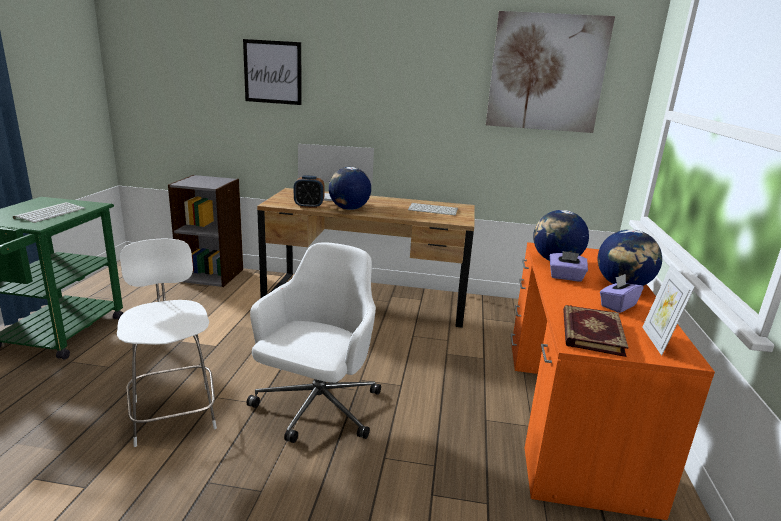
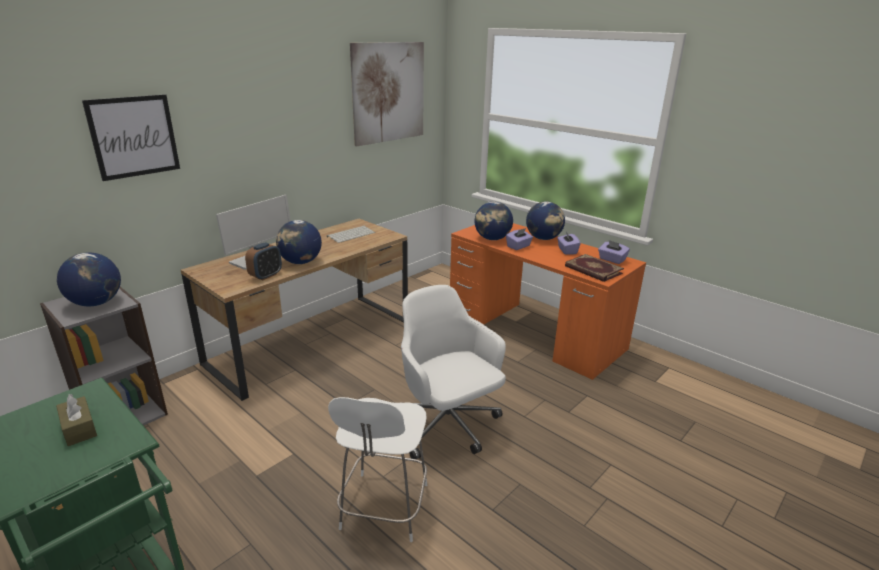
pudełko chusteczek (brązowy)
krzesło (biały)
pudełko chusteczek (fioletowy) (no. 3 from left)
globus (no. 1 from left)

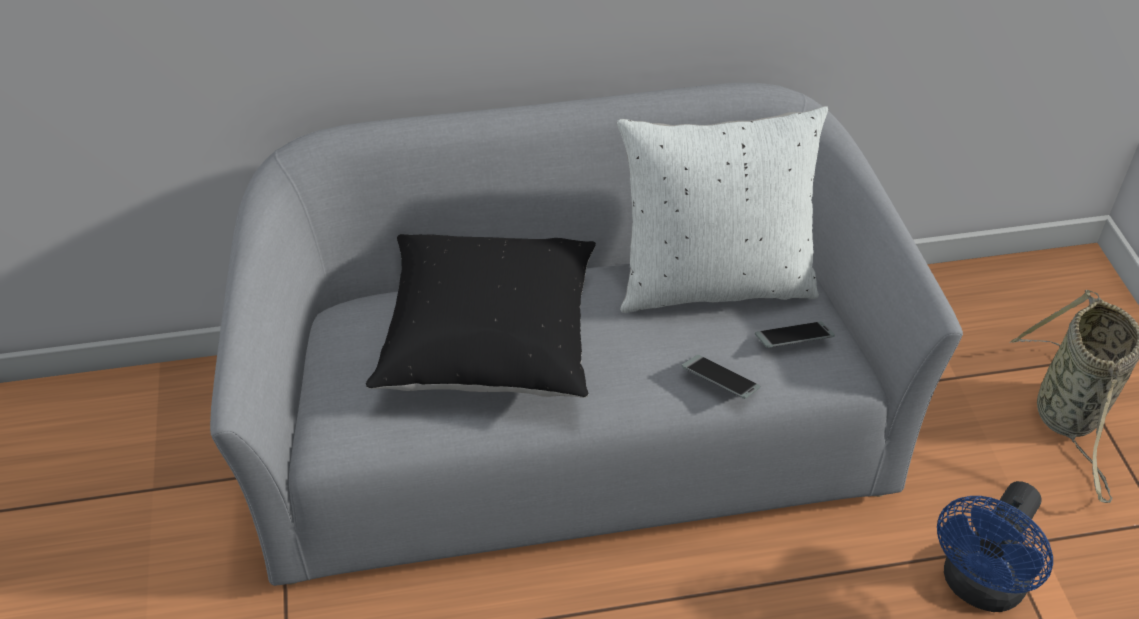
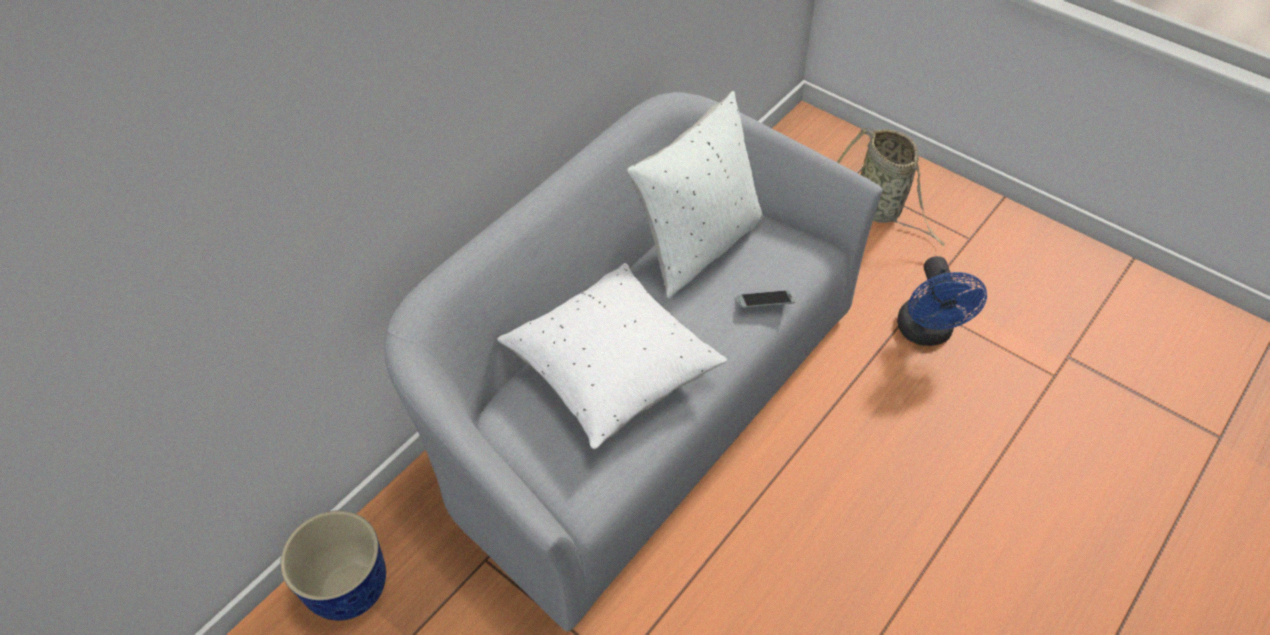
poduszka (biały) (no. 1 from left)
telefon (no. 2 from left in the first image)
donica

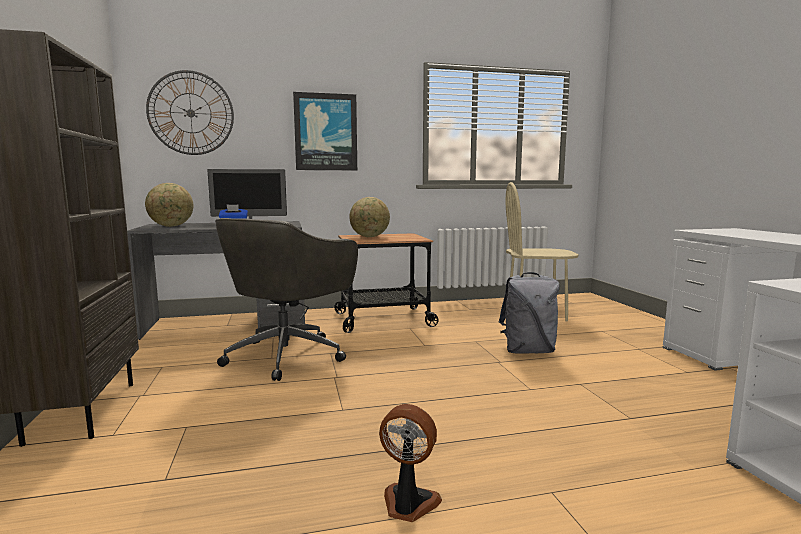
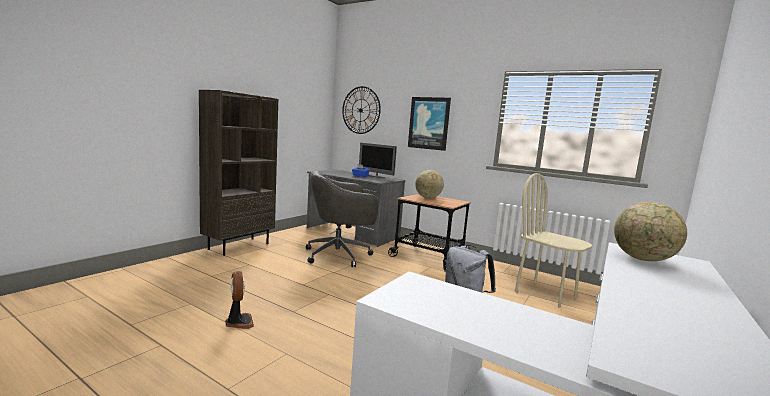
globus (no. 2 from left)

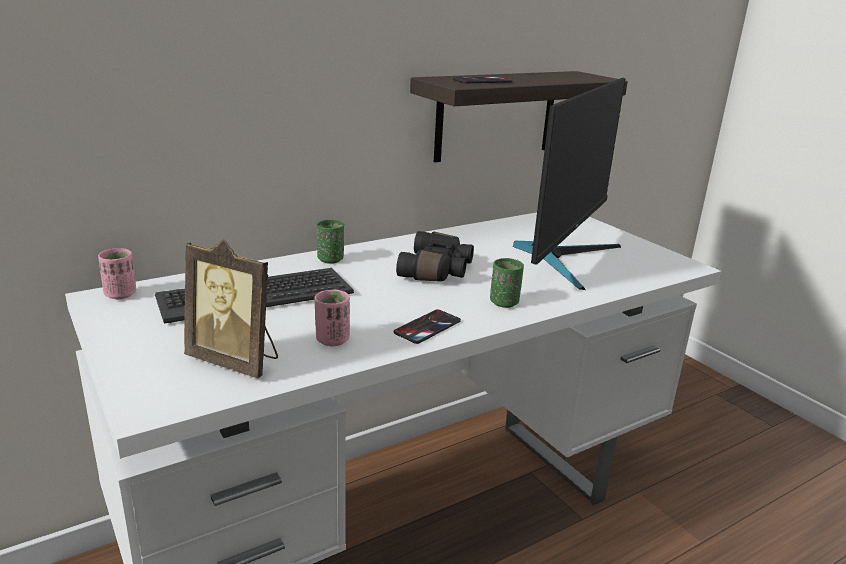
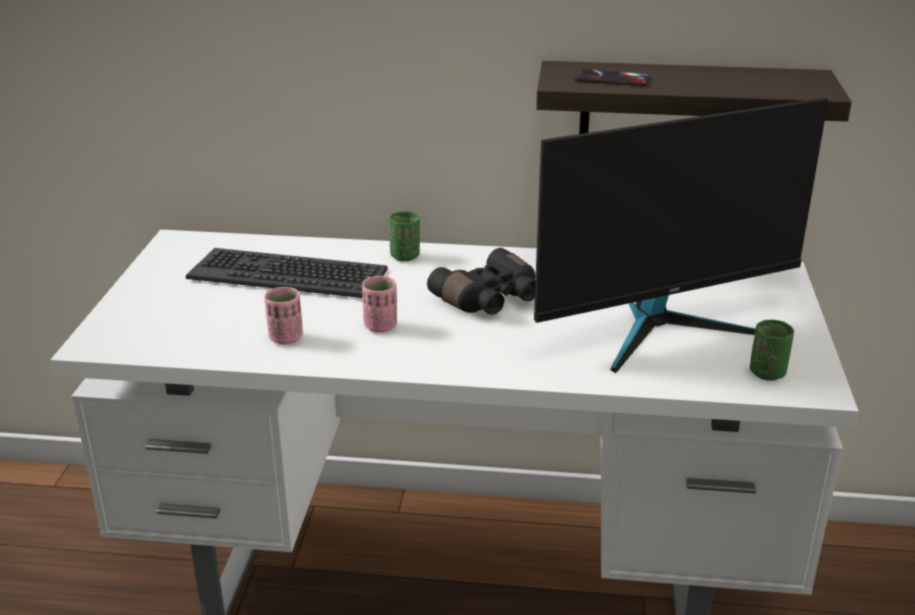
filiżanka (różowy) (no. 2 from left)
ramka na zdjęcie
telefon (no. 1 from left in the first image)
filiżanka (zielony) (no. 2 from left)

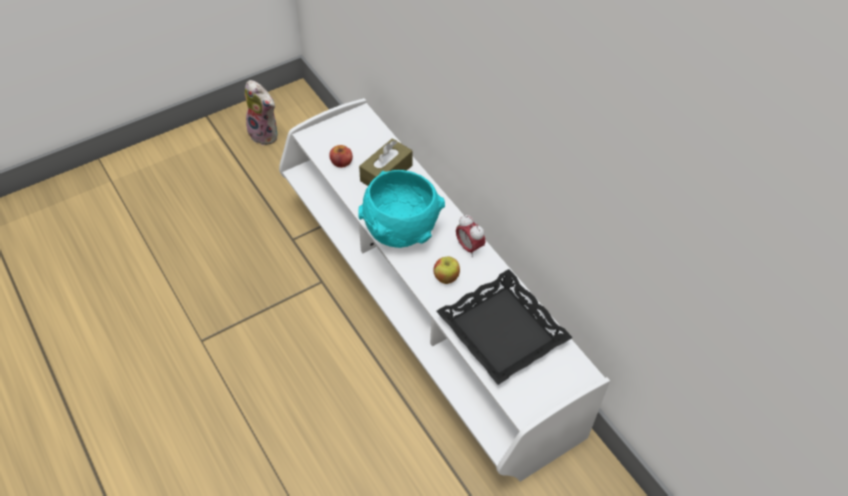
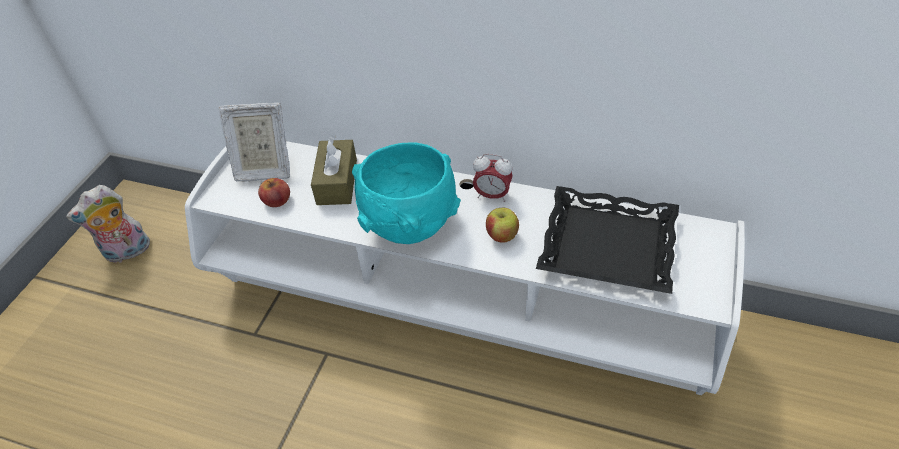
pluszak
ramka na zdjęcie

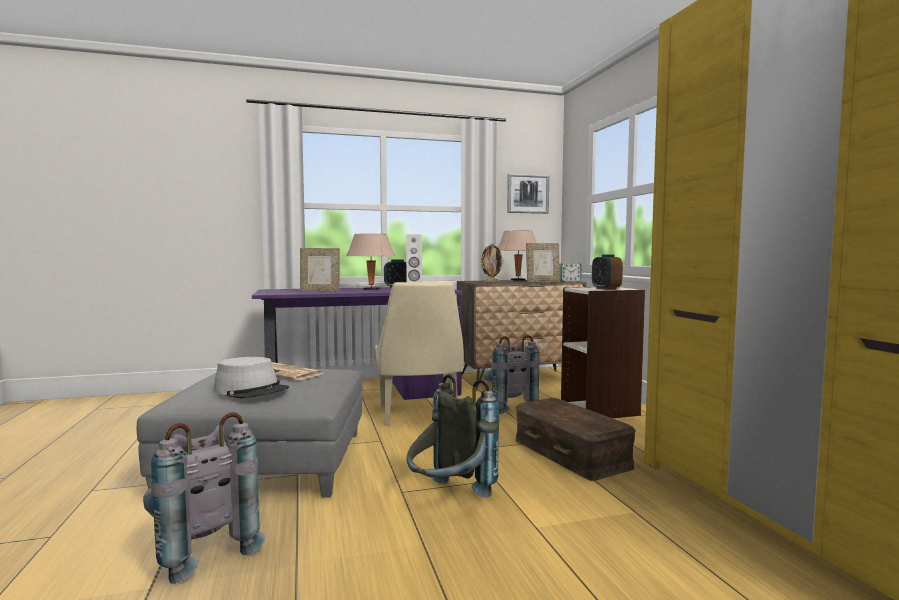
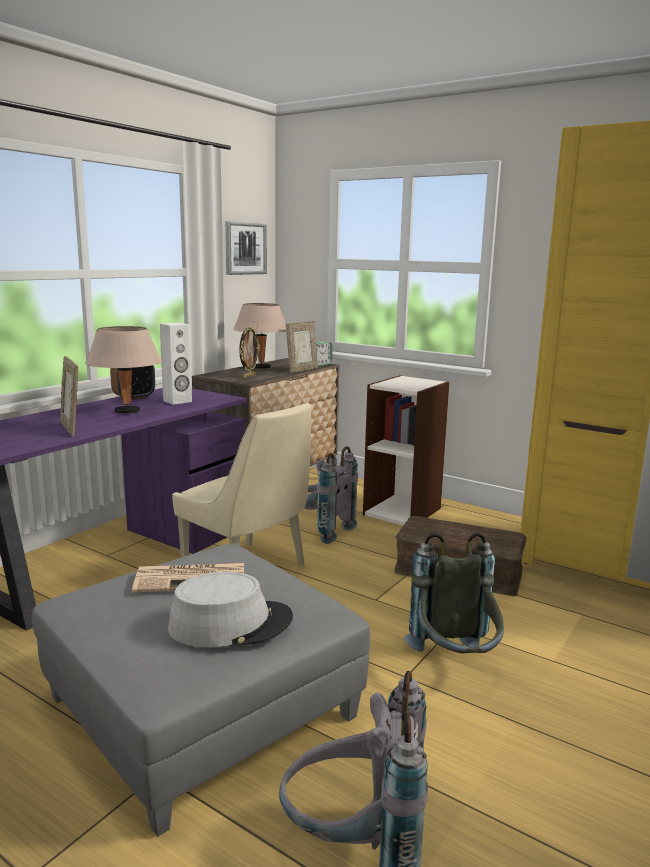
ramka na zdjęcie (no. 1 from left)
budzik (no. 3 from left in the first image)

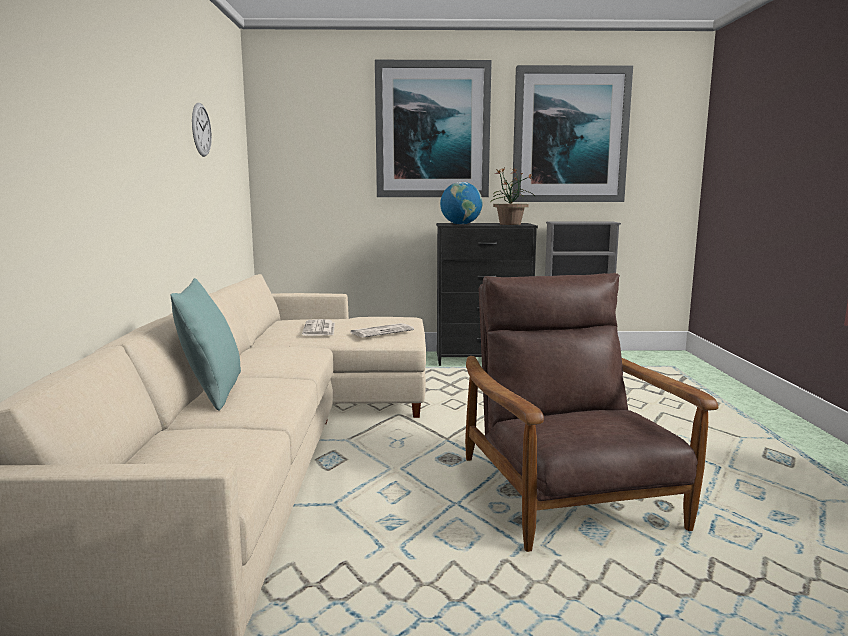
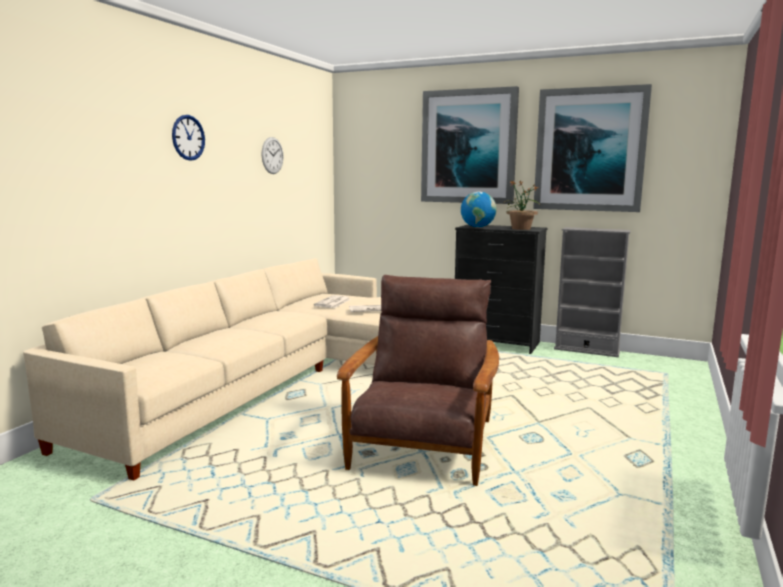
poduszka (turkusowy)
zegar ścienny (no. 1 from left)

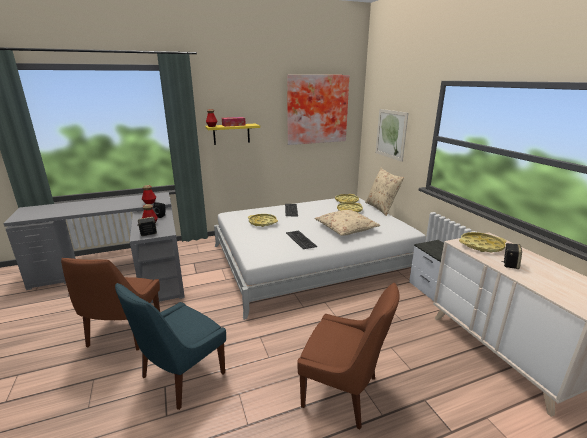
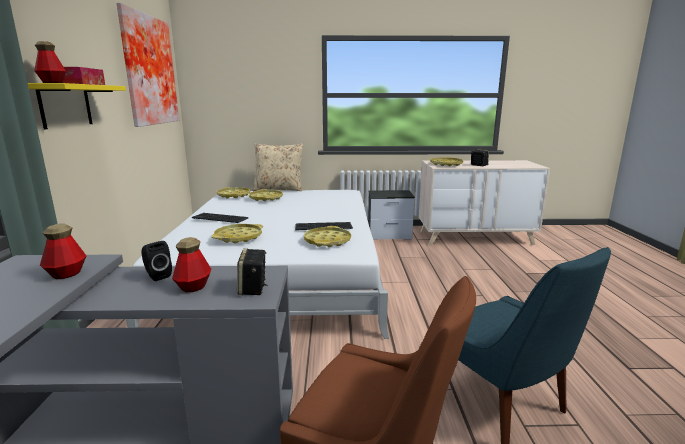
krzesło (brązowy) (no. 2 from left in the first image)
poduszka (beżowy) (no. 1 from left in the first image)
obraz (no. 2 from left in the first image)
taca (żółty) (no. 4 from left)

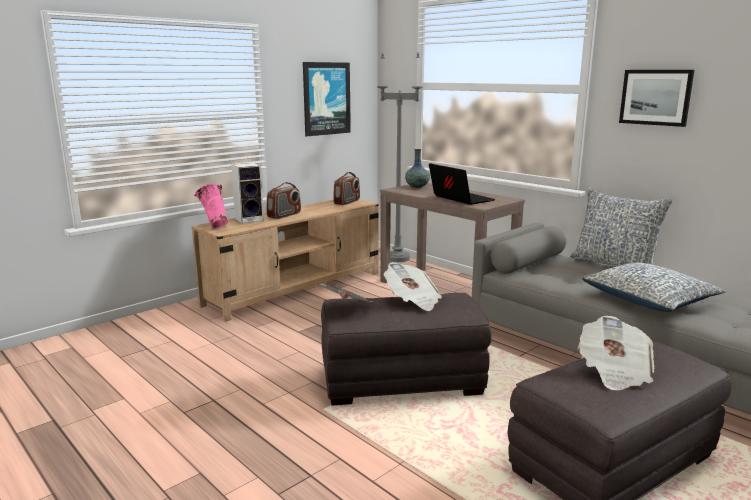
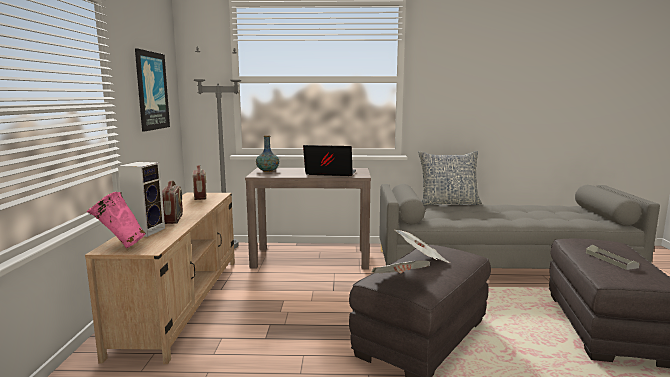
taca (szary)
poduszka (no. 2 from left in the first image)
obraz (no. 2 from left in the first image)

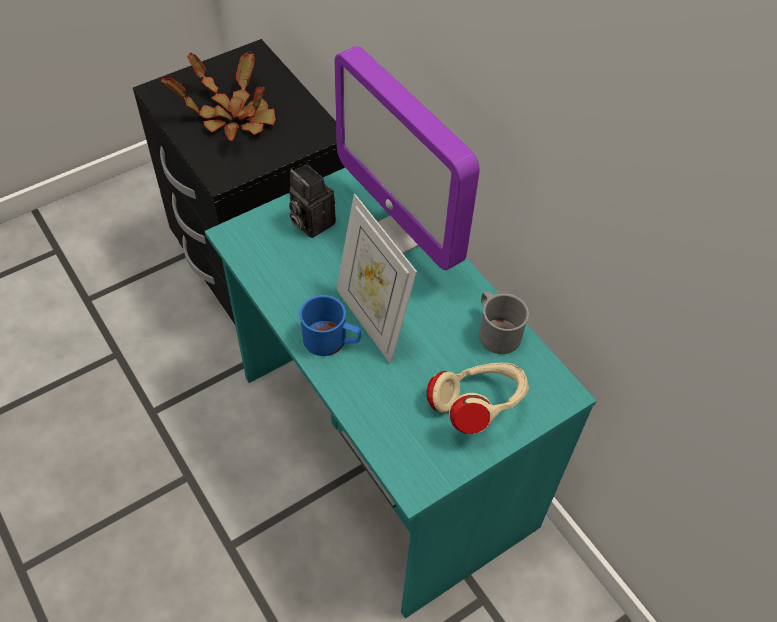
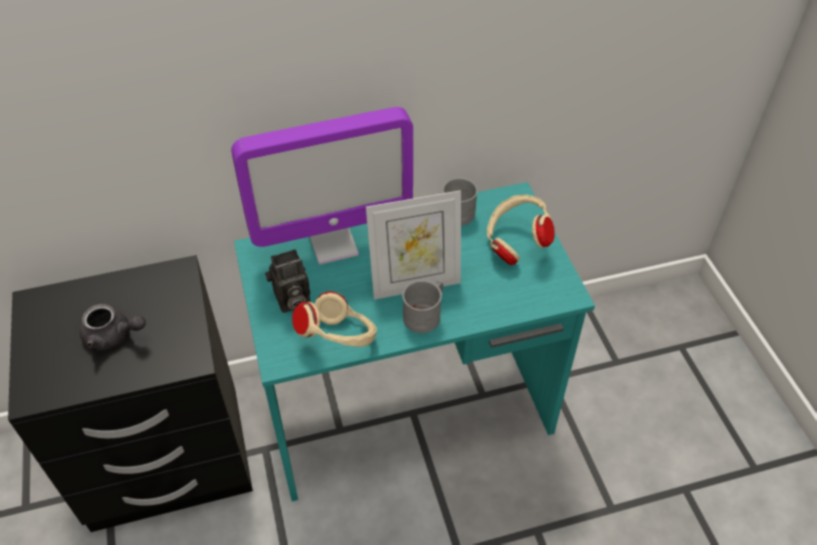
imbryk (szary)
kubek (szary) (no. 1 from left)
słuchawki (beżowy) (no. 1 from left)

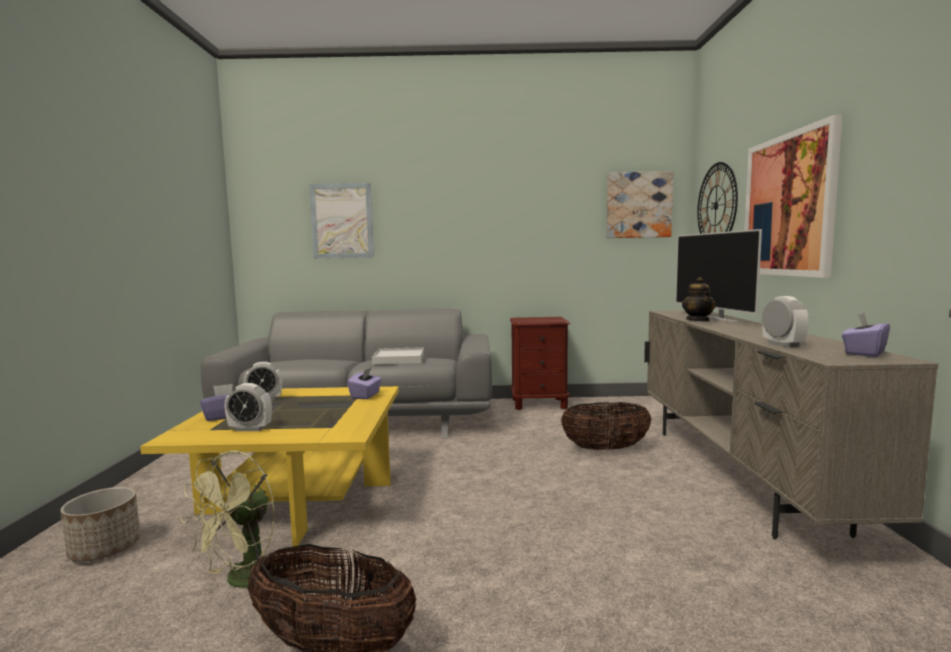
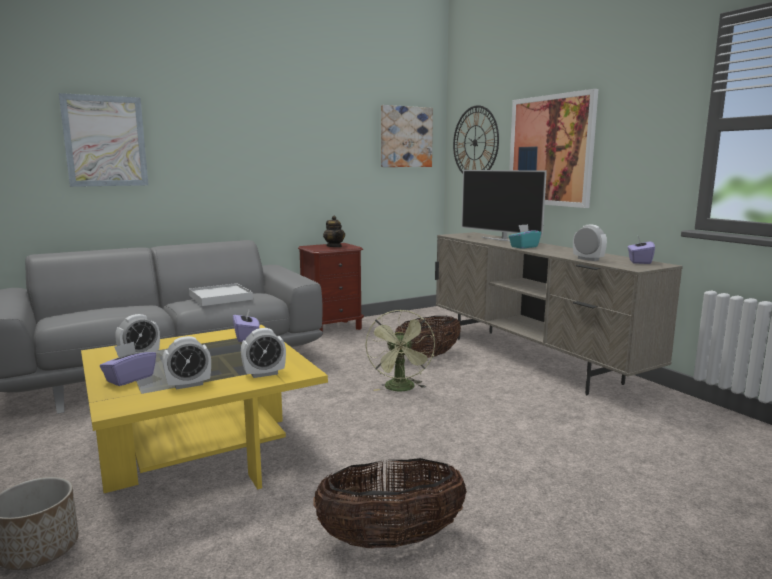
wentylator (zielony)
imbryk
budzik (no. 3 from left)
pudełko chusteczek (turkusowy)

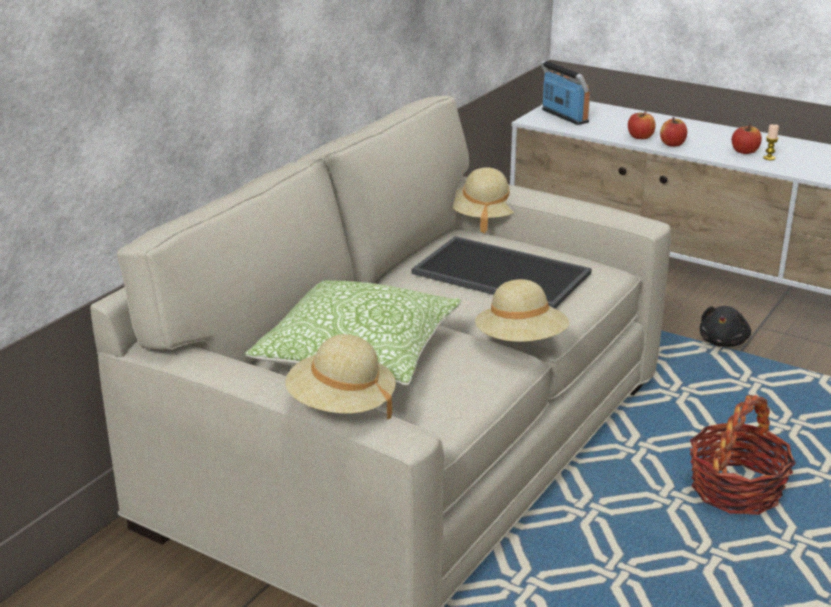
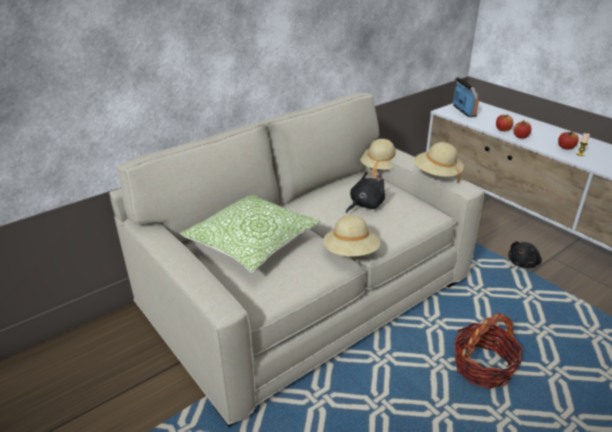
kapelusz (beżowy) (no. 3 from left)
pluszak (czarny) (no. 1 from left)

